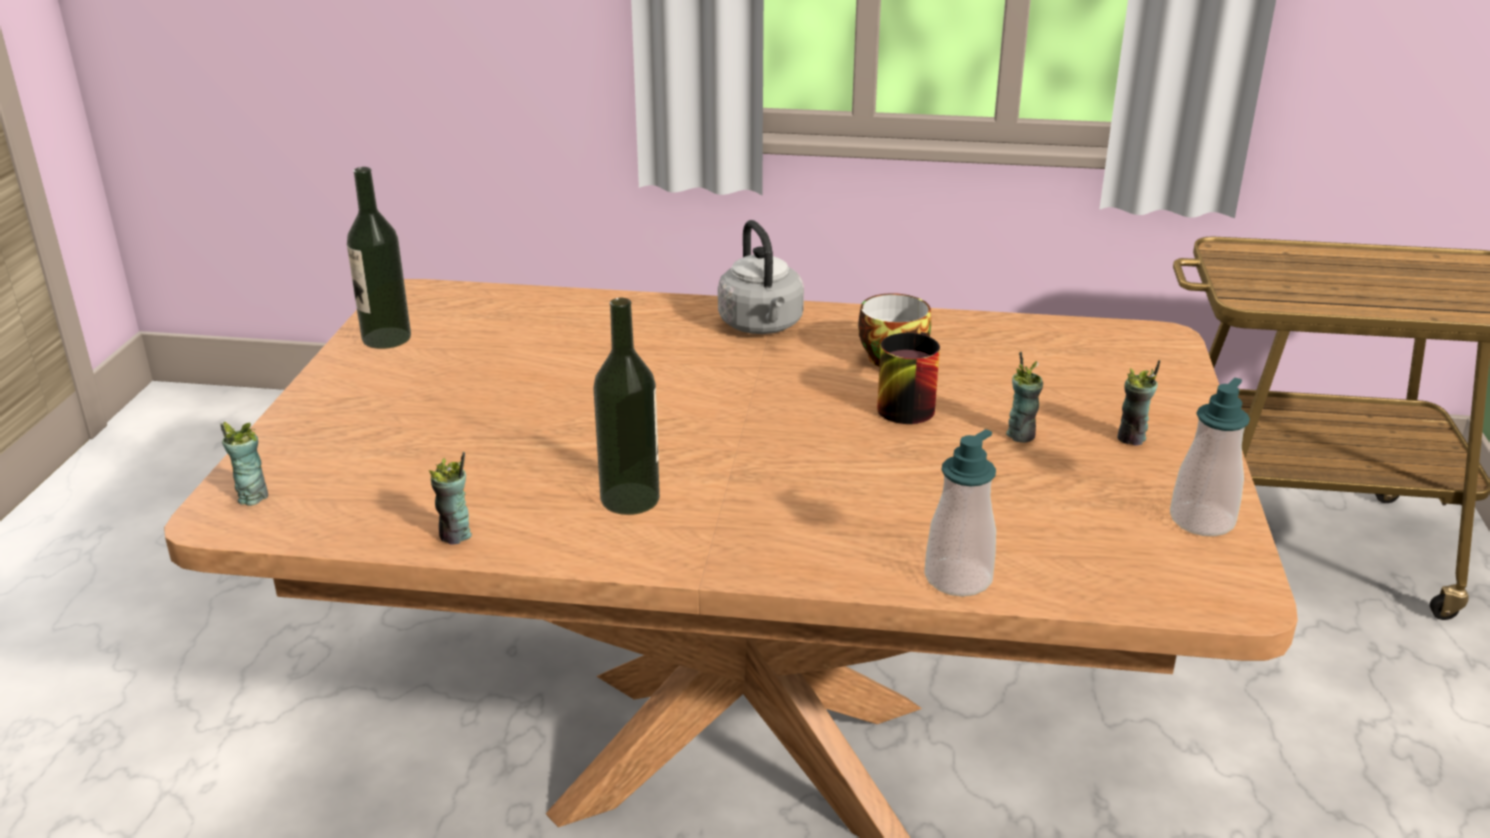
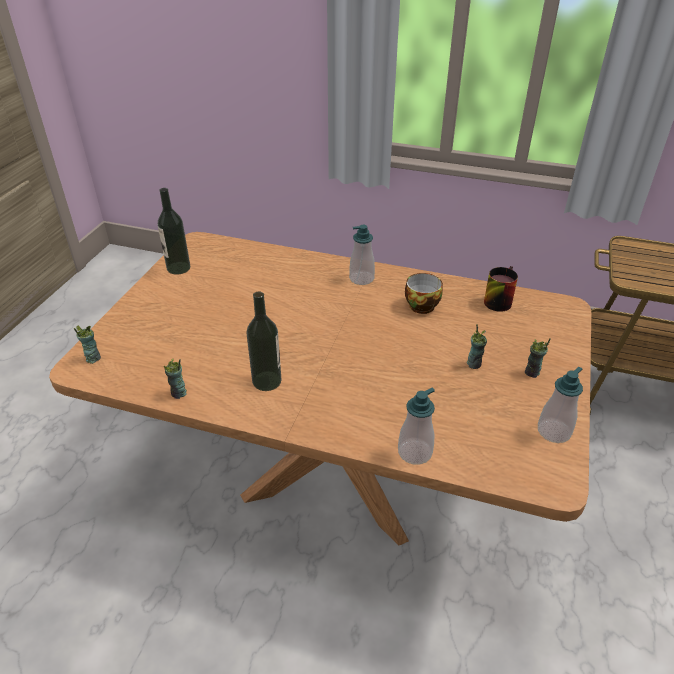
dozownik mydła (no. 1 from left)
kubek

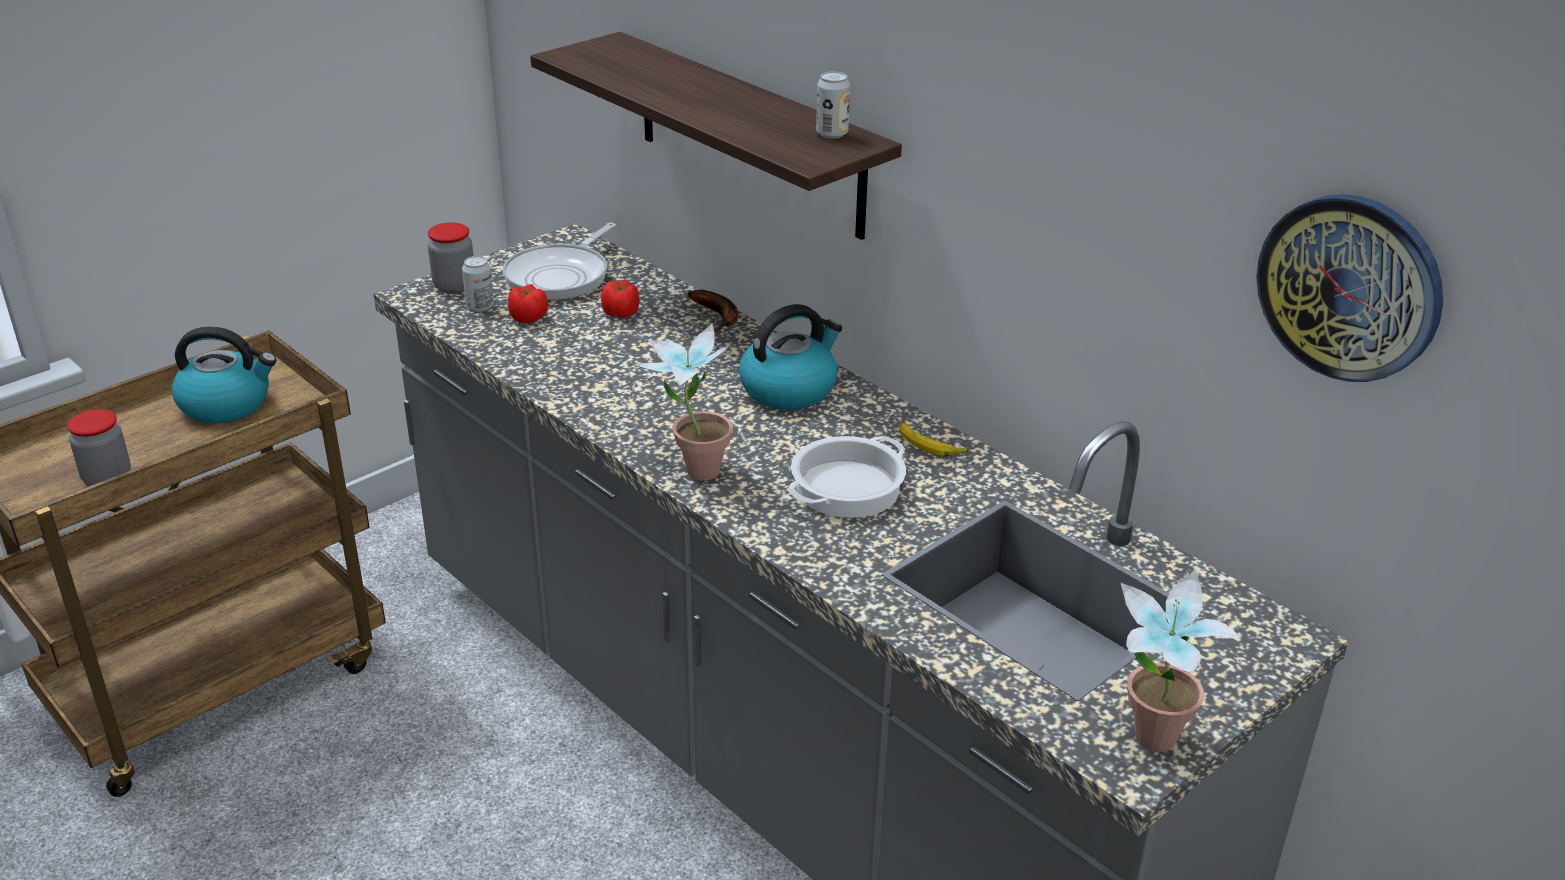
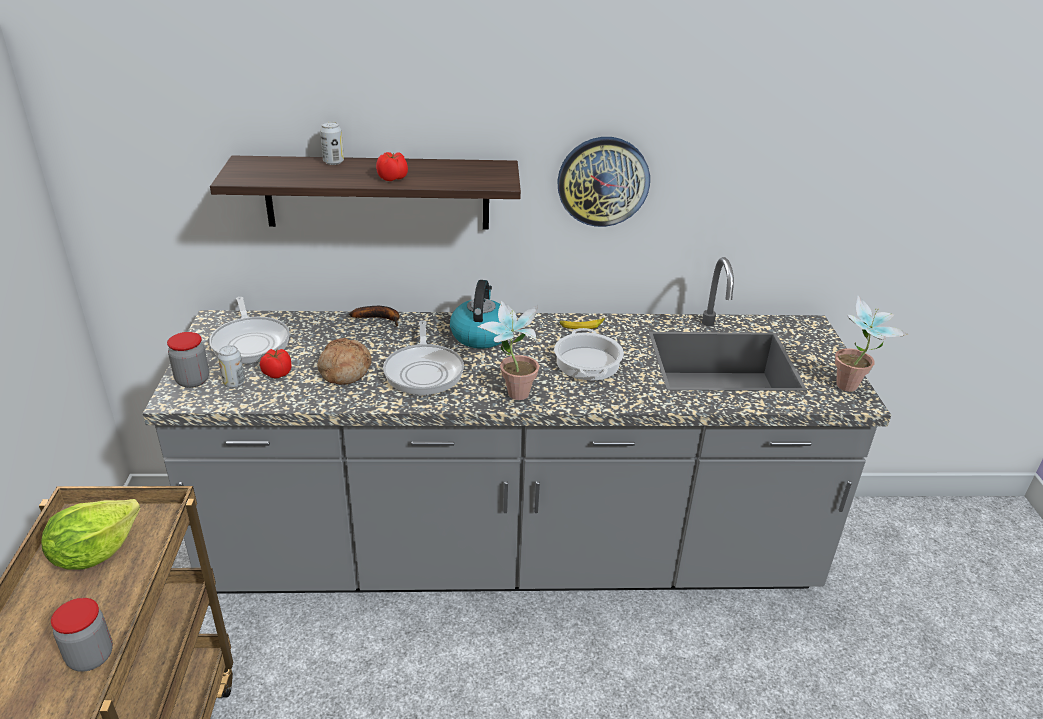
sałata
pomidor (no. 2 from left)
puszka (no. 2 from left)
zegar ścienny
chleb
patelnia (no. 2 from left)

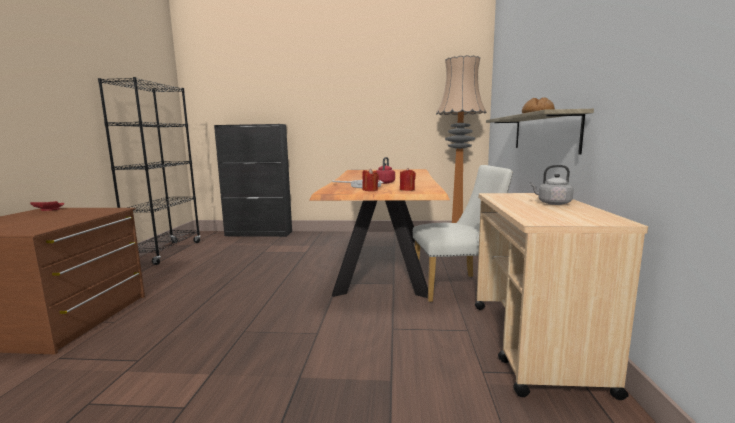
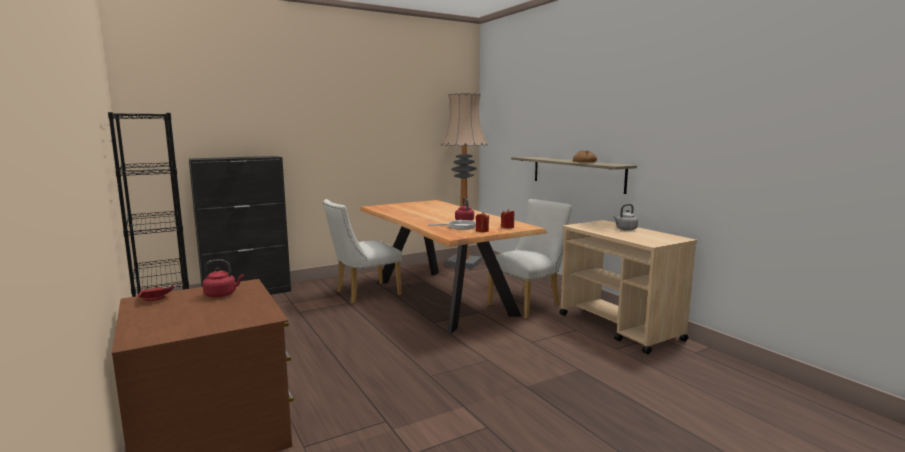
czajnik (czerwony) (no. 1 from left)
krzesło (biały) (no. 1 from left)

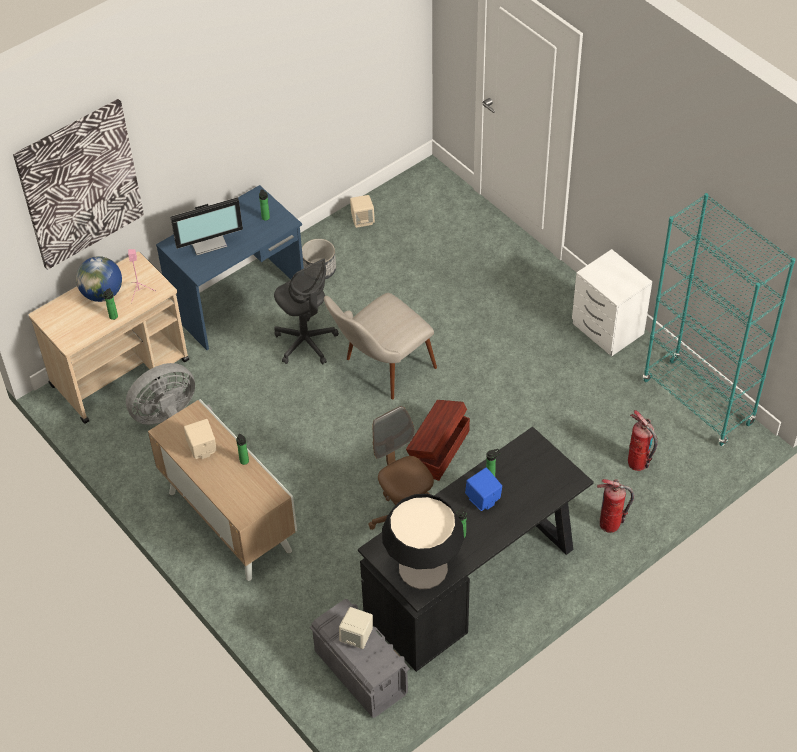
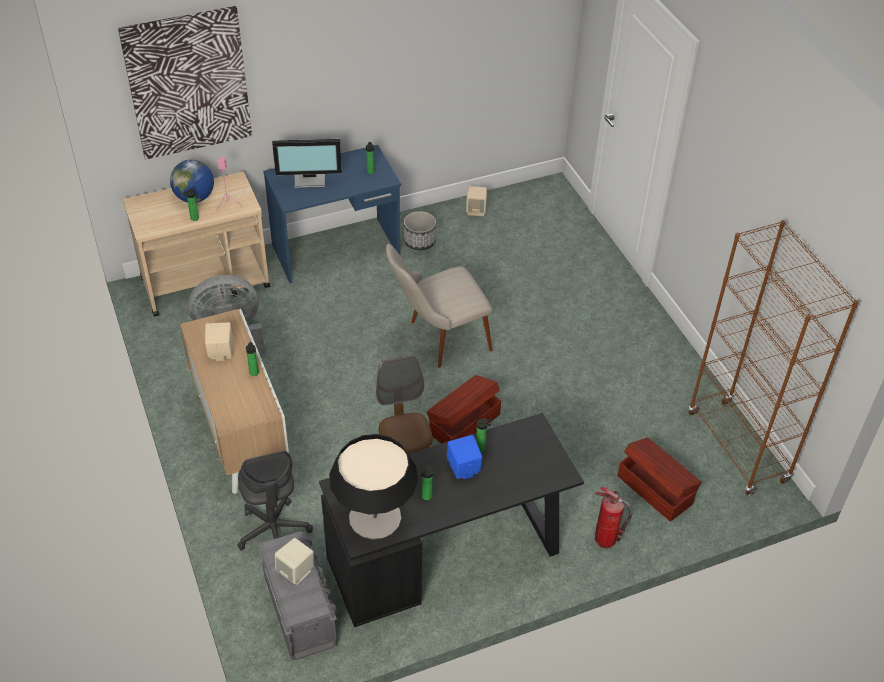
krzesło biurowe (szary)
szafka nocna (biały)
pojemnik do przechowywania (brązowy) (no. 2 from left)
regał (brązowy)

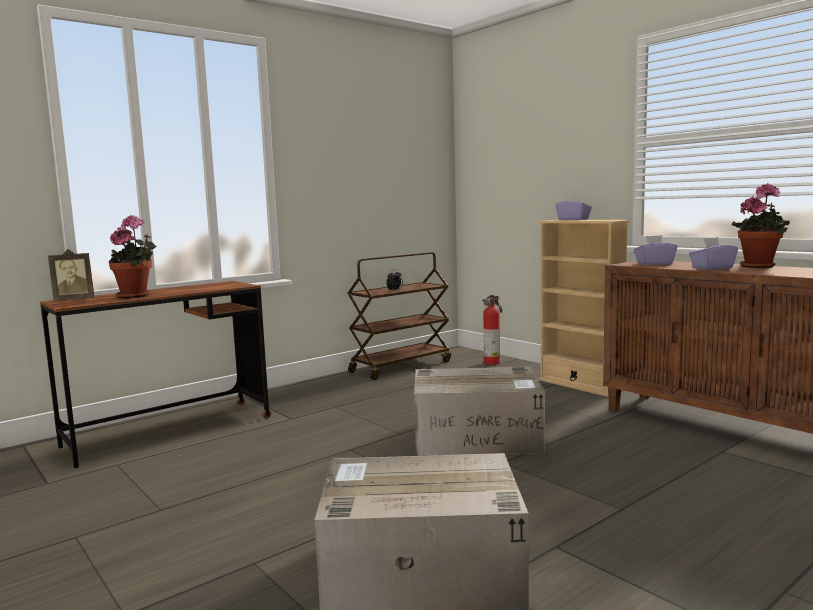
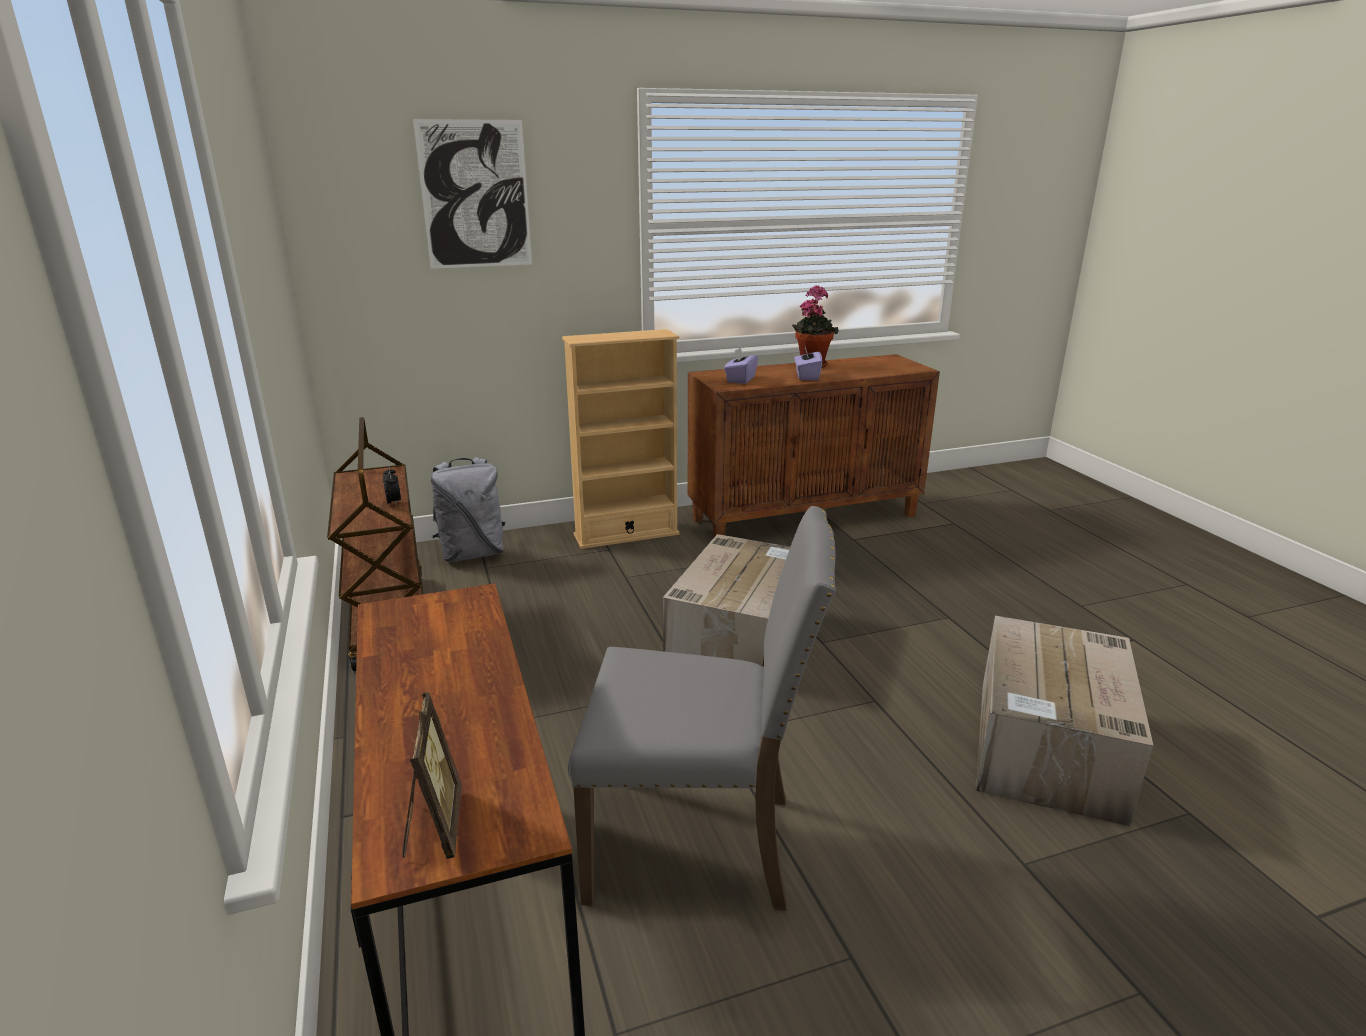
roślina doniczkowa (no. 1 from left in the first image)
plecak (szary)
pudełko chusteczek (fioletowy) (no. 1 from left in the first image)
obraz
krzesło (szary)

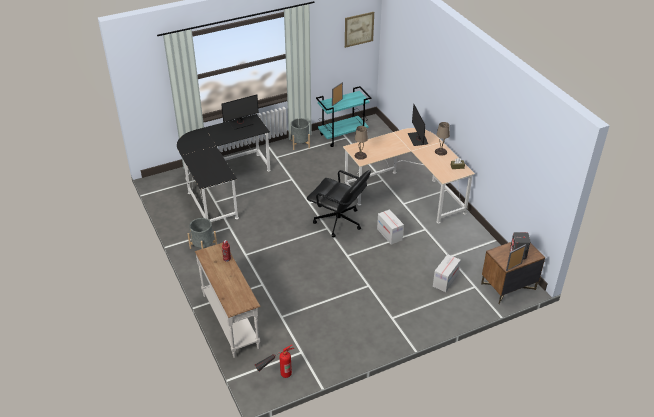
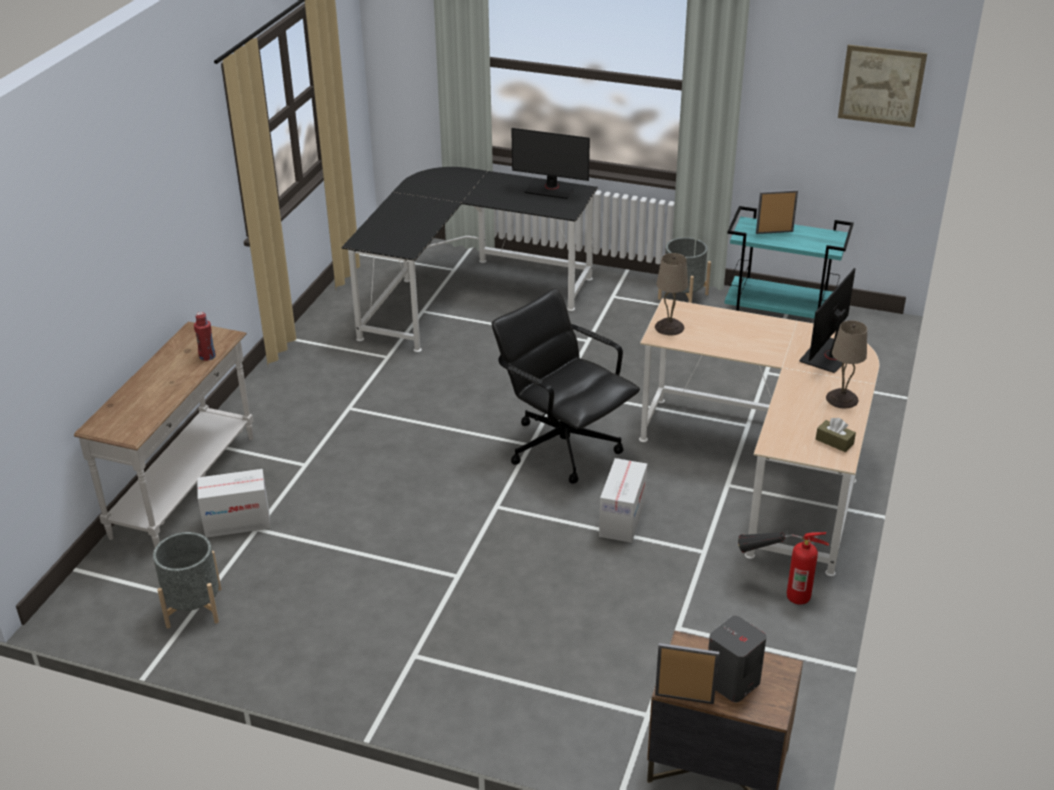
donica (szary) (no. 1 from left)
gaśnica
krzesło biurowe (czarny)
karton (no. 1 from left)

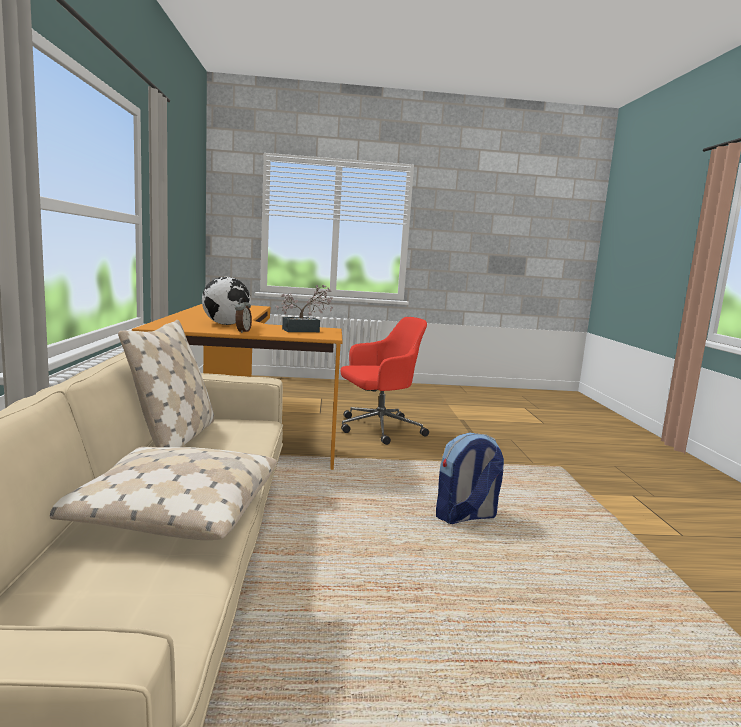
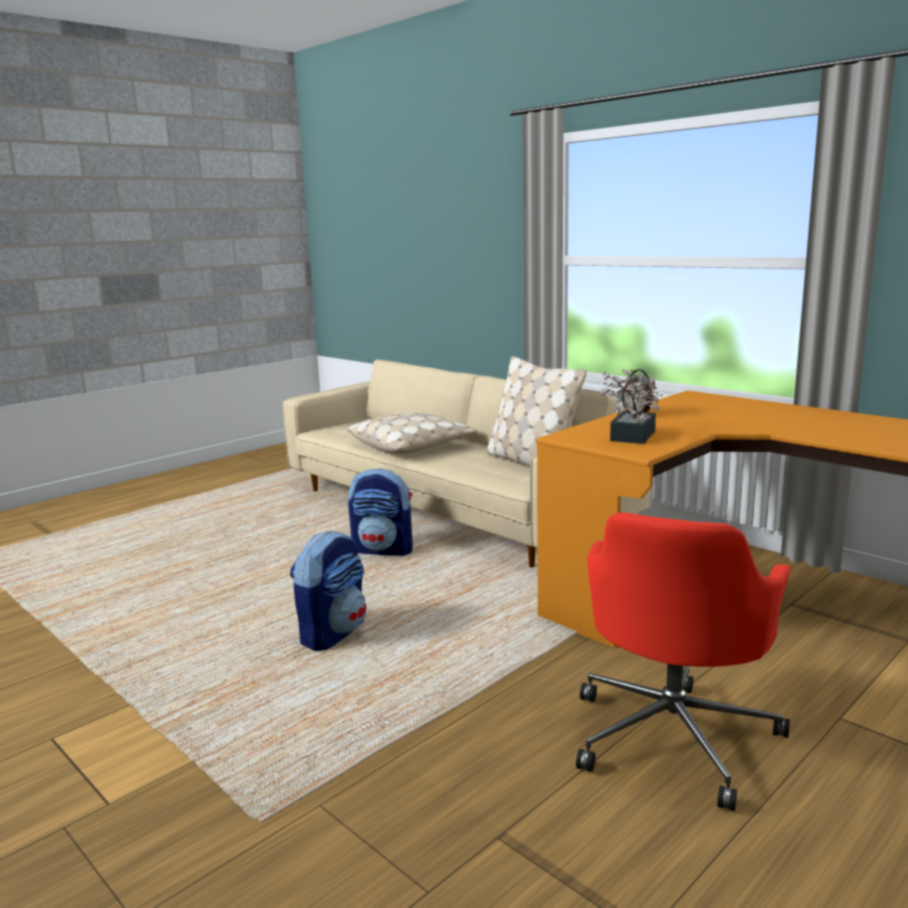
globus
plecak (no. 2 from left)

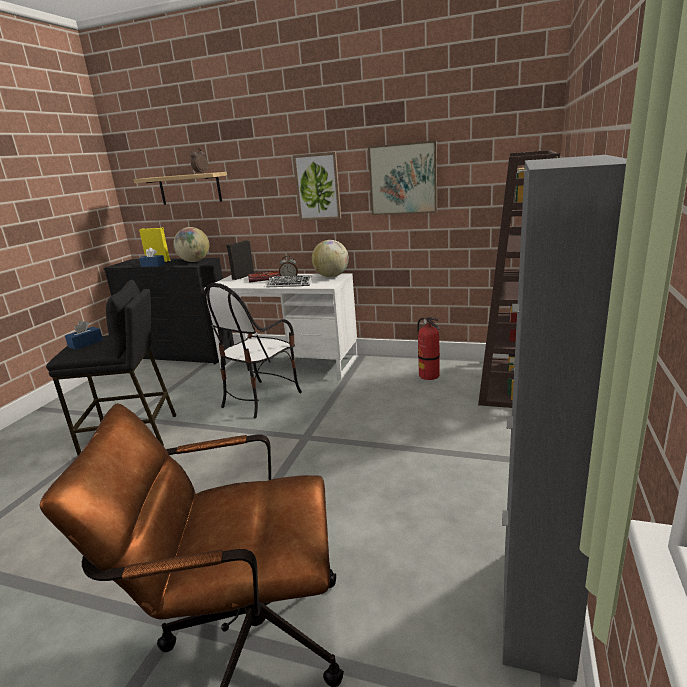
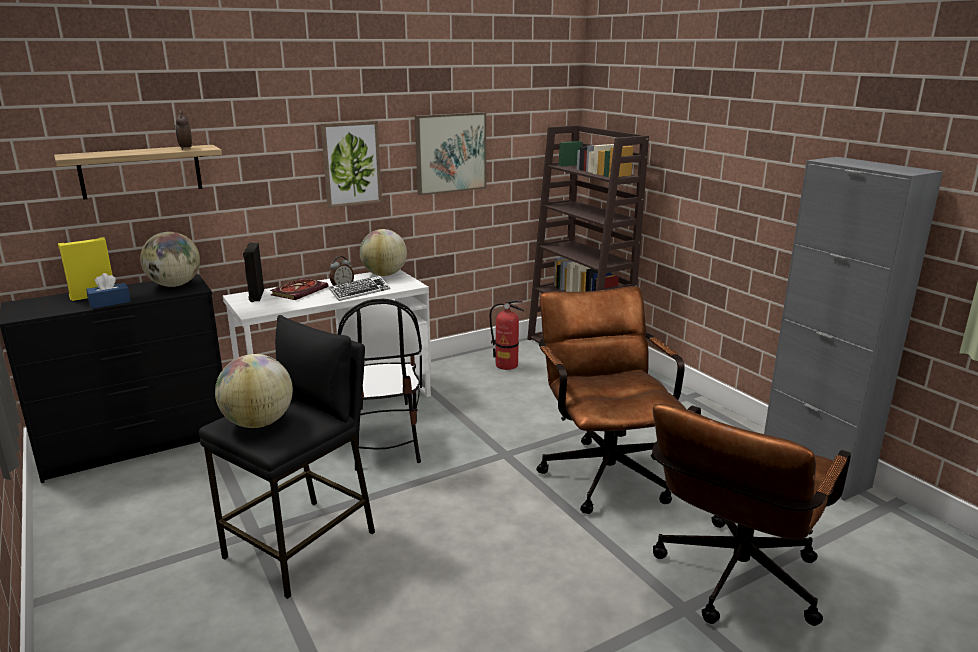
globus (no. 2 from left)
krzesło biurowe (brązowy) (no. 1 from left)

